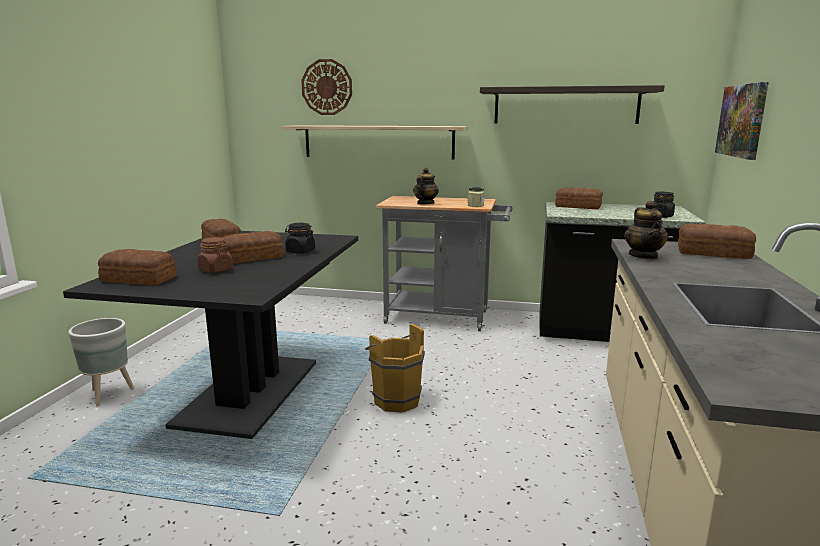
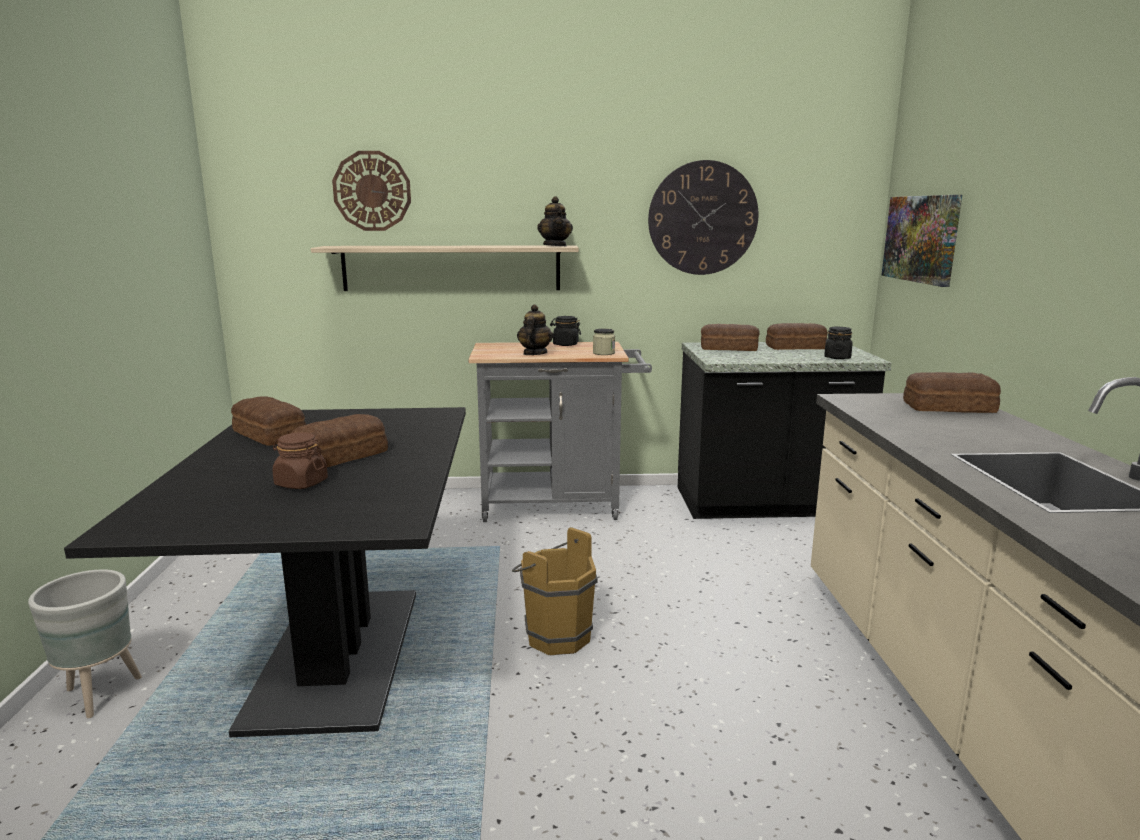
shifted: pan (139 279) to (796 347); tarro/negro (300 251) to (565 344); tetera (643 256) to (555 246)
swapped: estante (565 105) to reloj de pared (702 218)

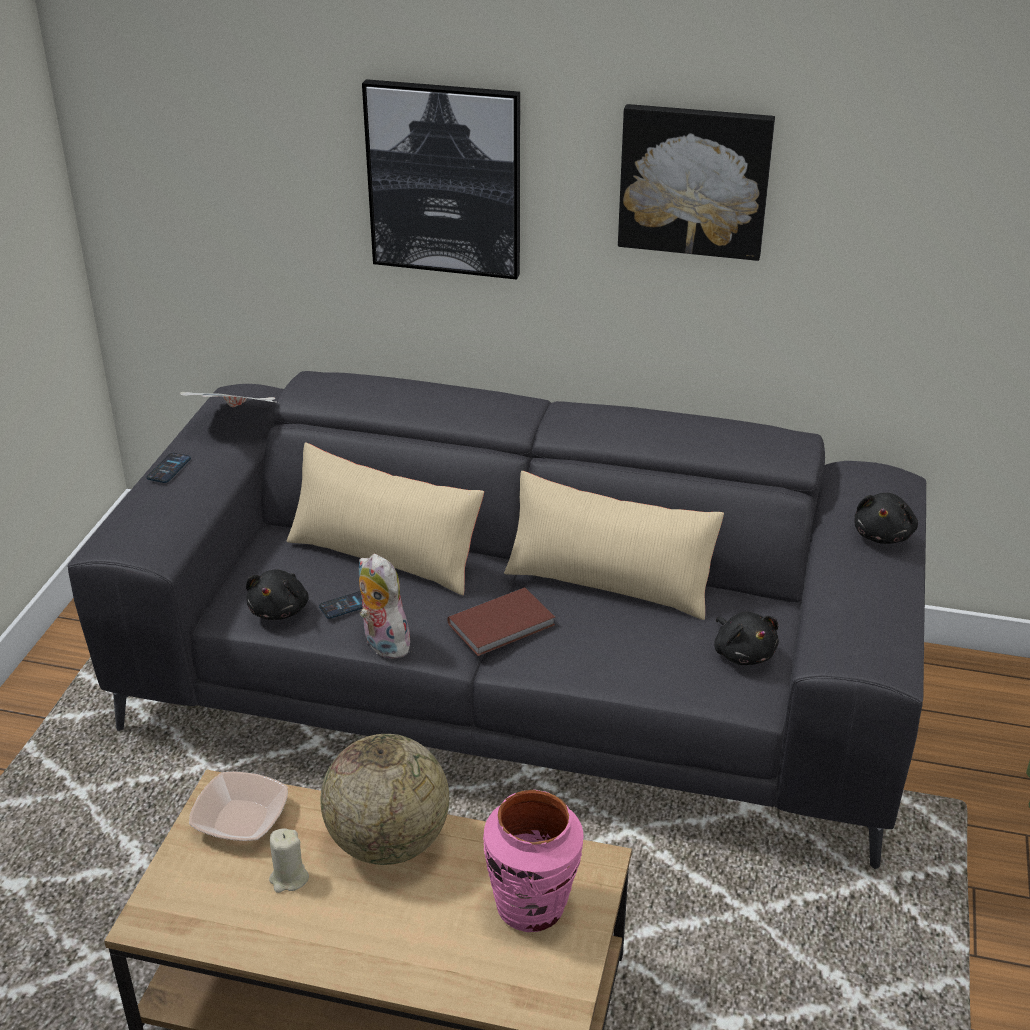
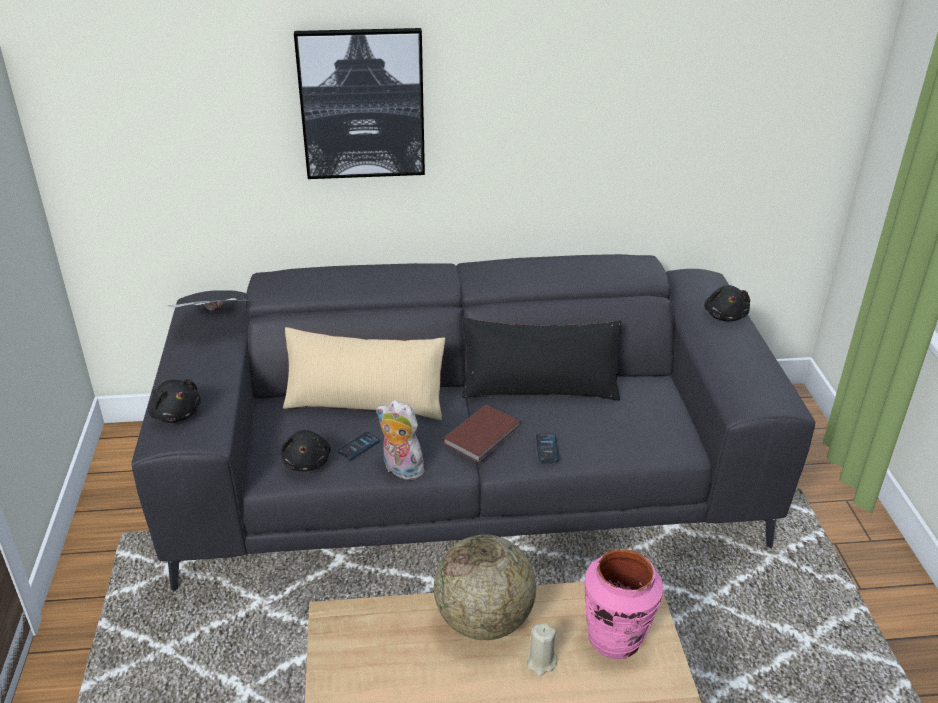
gone: cuenco (241 819); cuadro (694 180)
shifted: móvil (169 468) to (547 448); vela/beis (289 878) to (541 662); peluche/negro (743 653) to (176 413)
repainted: cojín/beis (609 582) to cojín/negro (539 388)

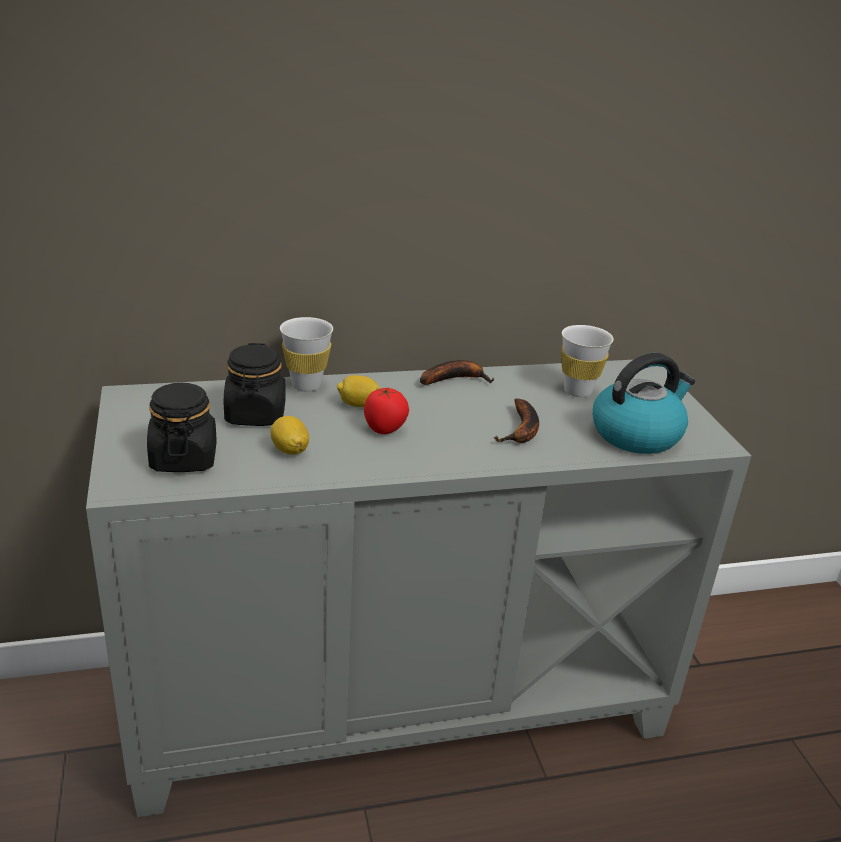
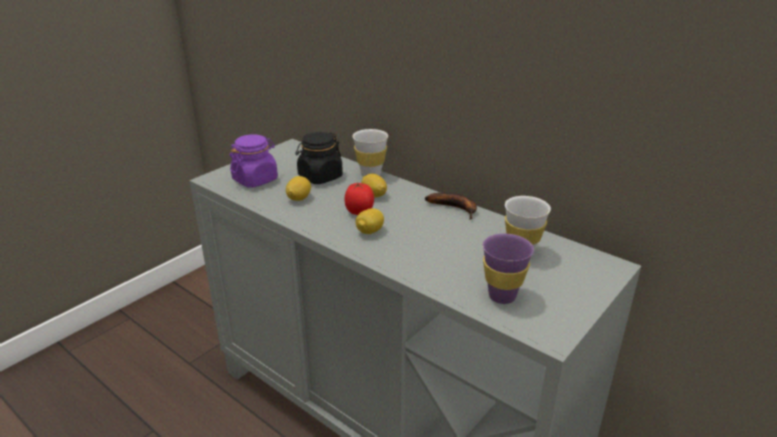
gone: plátano (522 430)
new: limón (370 231)
swapped: hervidor (637 434) to taza/morado (502 296)
repainted: tarro/negro (183 458) to tarro/morado (255 180)

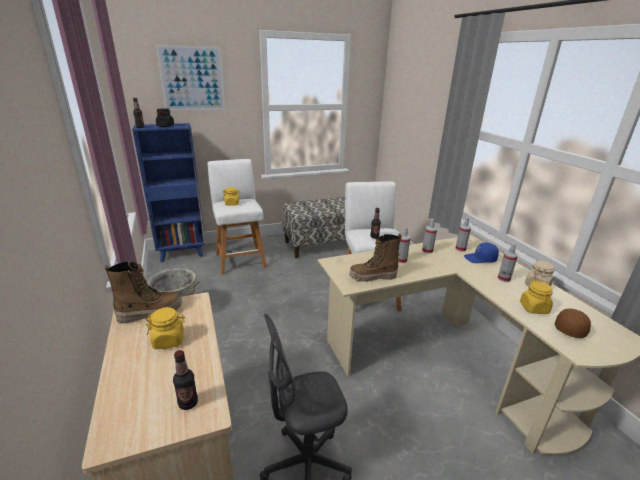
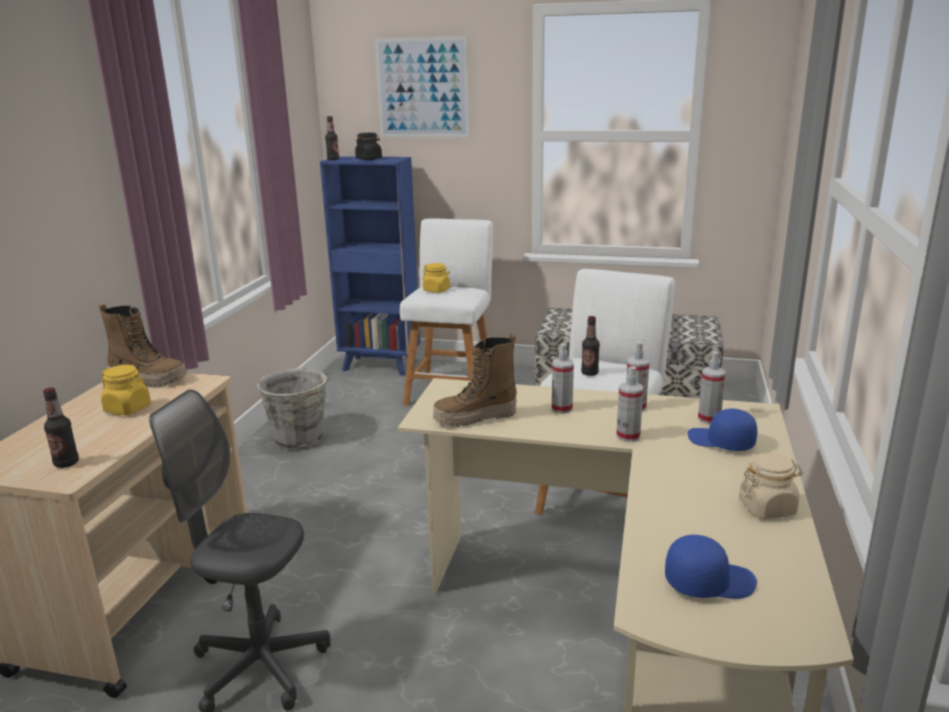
gone: tarro/amarillo (534 308)
shifted: pulverizador (503 278) to (628 436)
repainted: gorra/marrón (571 328) to gorra/azul (708 581)
rotated: bota (373 277) = (475 418) 45 degrees counterclockwise

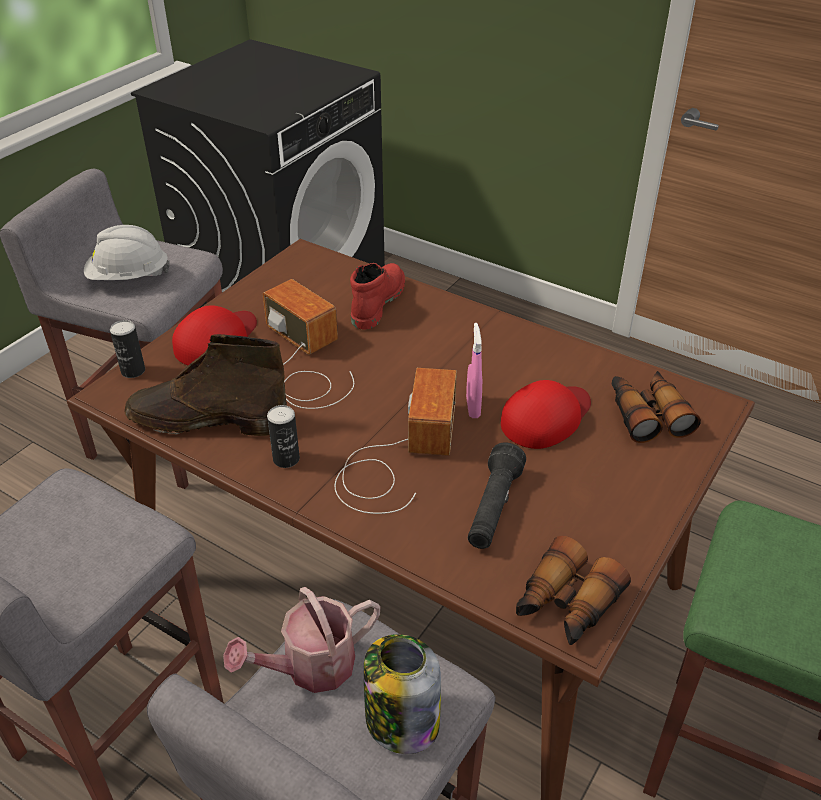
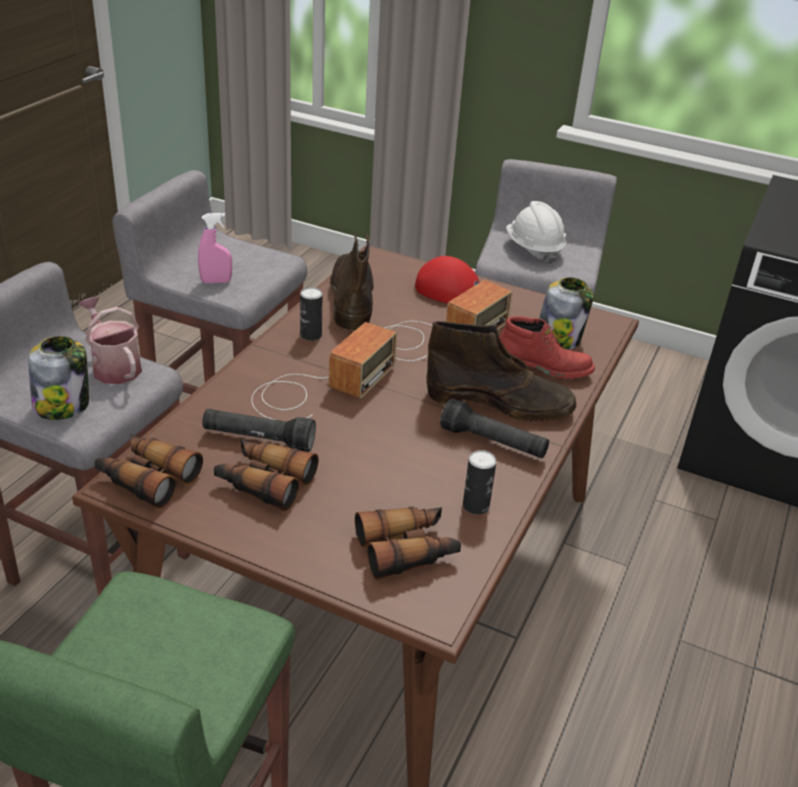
gone: gorra/rojo (546 417)
new: prismáticos (264 482); bota/marrón (500 403); linterna/negro (493 443); tarro (558 339)
shifted: lata (133 371) to (475 506); pulverizador/rosa (473 408) to (216 281)
rotated: radio (398 457) = (319 388) 60 degrees counterclockwise

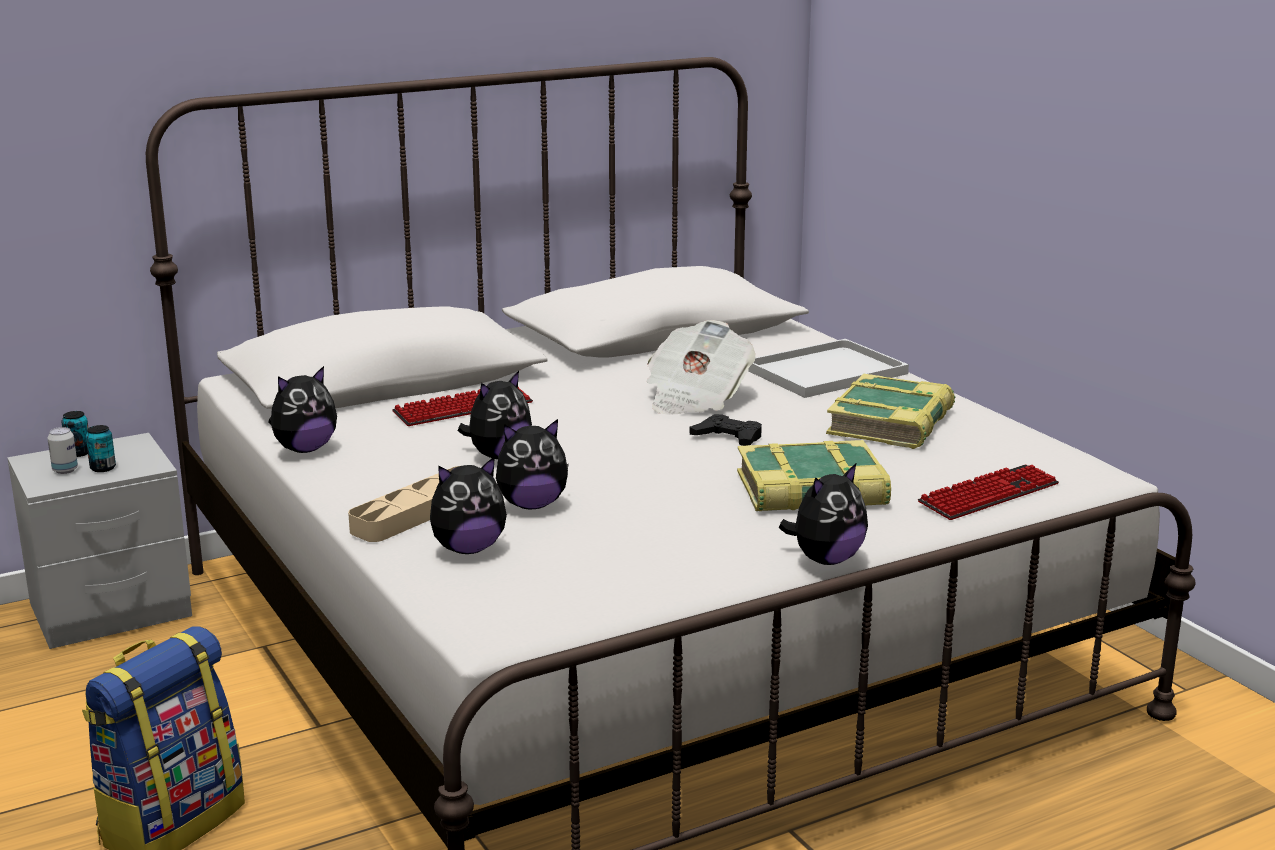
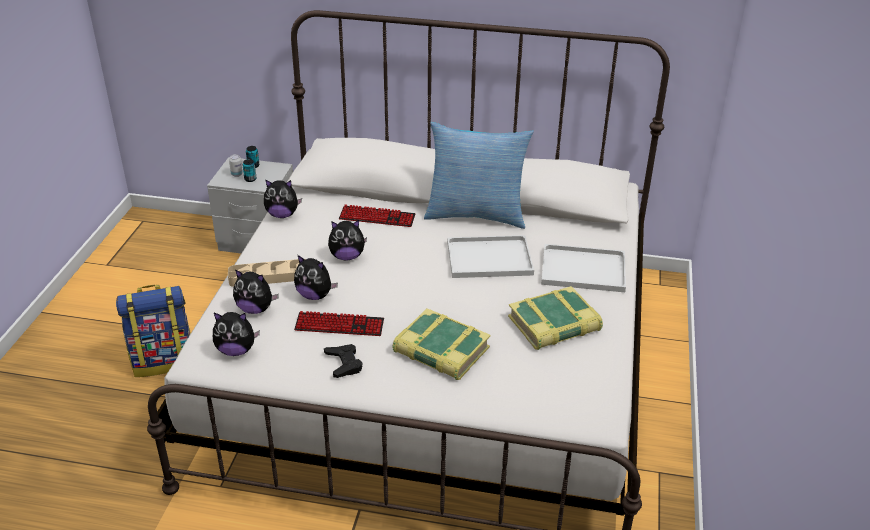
new: cojín (476 214)
shifted: mando de consola/negro (728 437) to (344 363); peluche (826 559) to (236 350); teclado (989 495) to (339 325)
swapped: periódico (695 398) to bandeja/blanco (487 259)

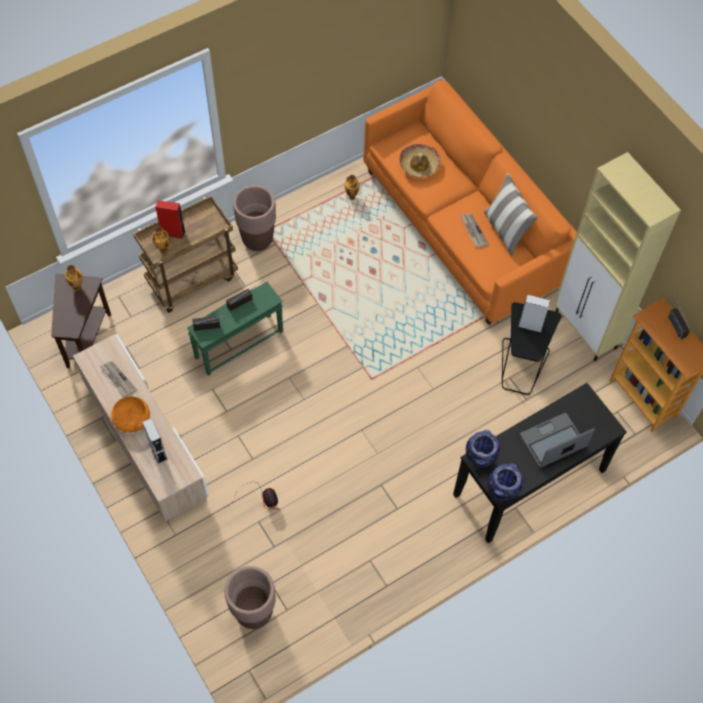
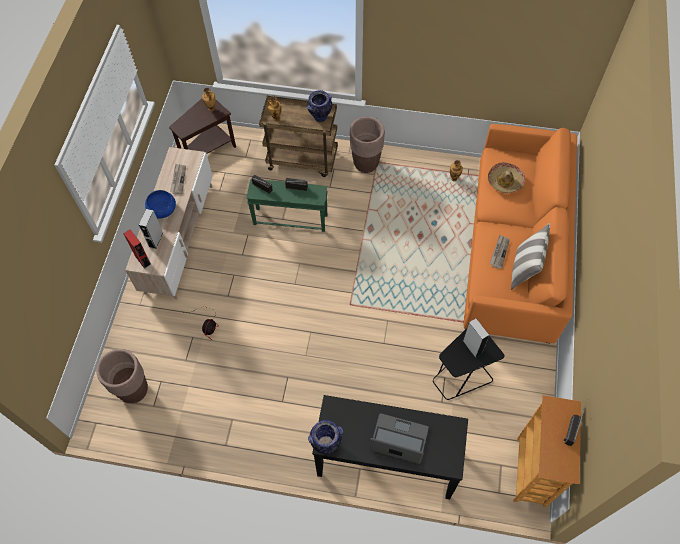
gone: armario/beis (586 331)
shifted: altavoz/rojo (173 233) to (142 259); florero (480 460) to (320 117)
repainted: cuenco/naranja (132 418) to cuenco/azul (162 209)

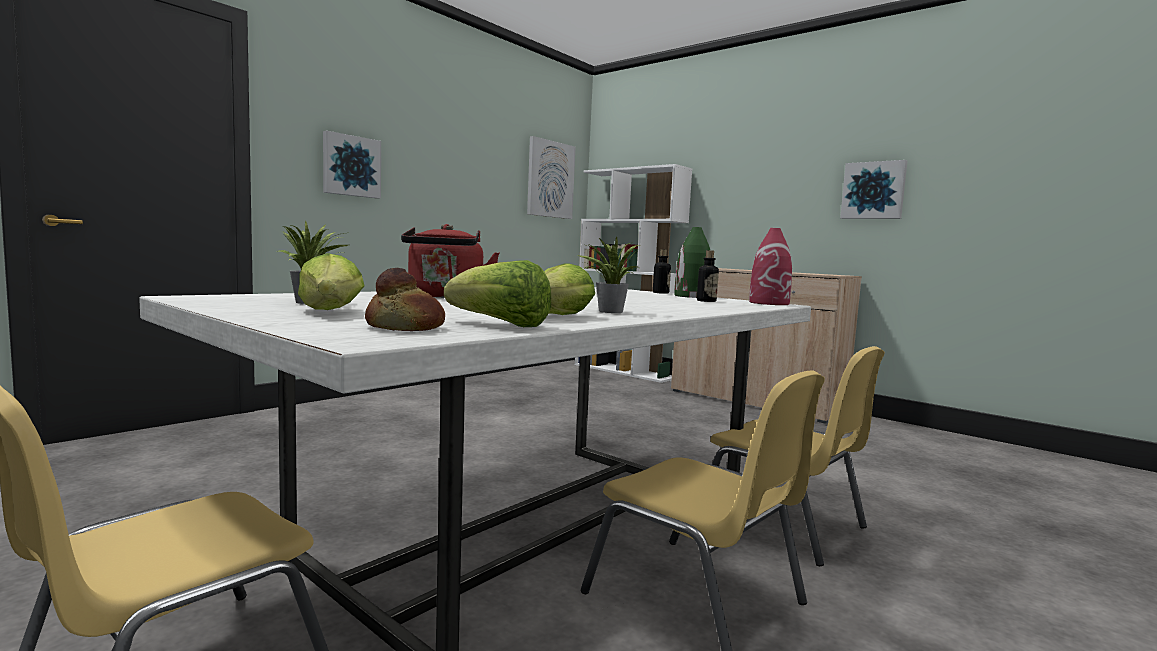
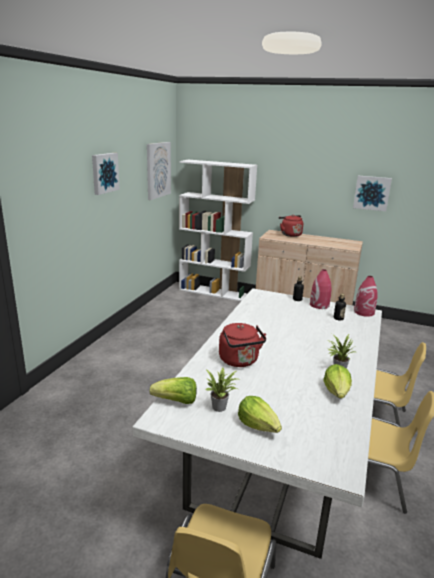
gone: pan (406 327)
new: hervidor/rojo (290 234)
shifted: cuadro (351 166) to (104 173); lechuga (500 325) to (176 401)
repainted: florero/verde (692 296) to florero/rojo (319 305)

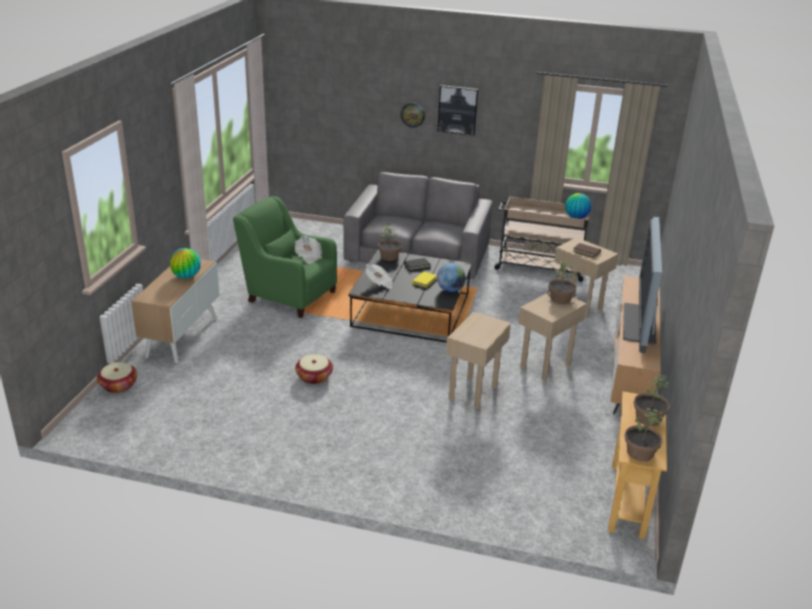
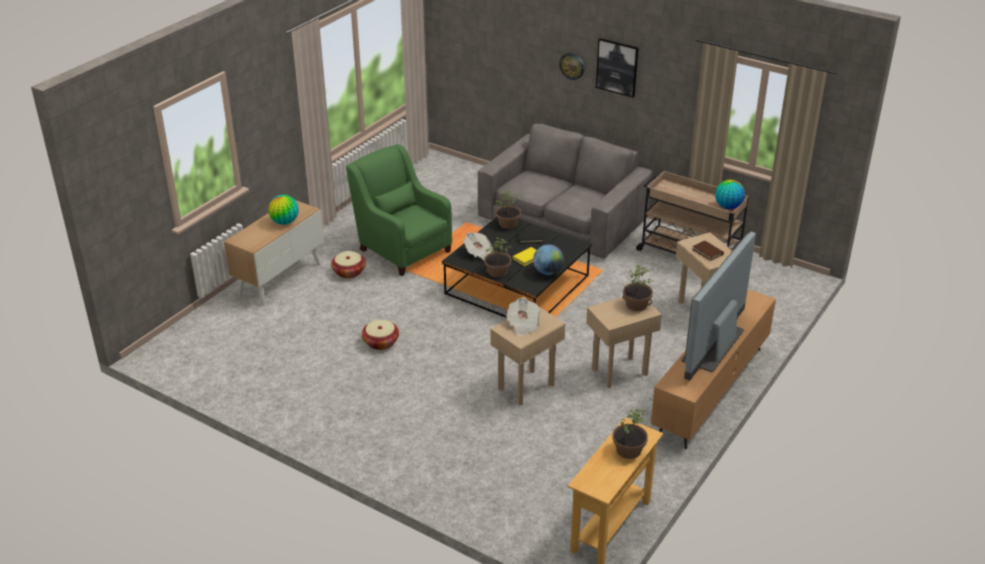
shifted: cesta (118 385) to (349 272); periódico (308 257) to (523 325); planta en maceta (639 452) to (497 272)

